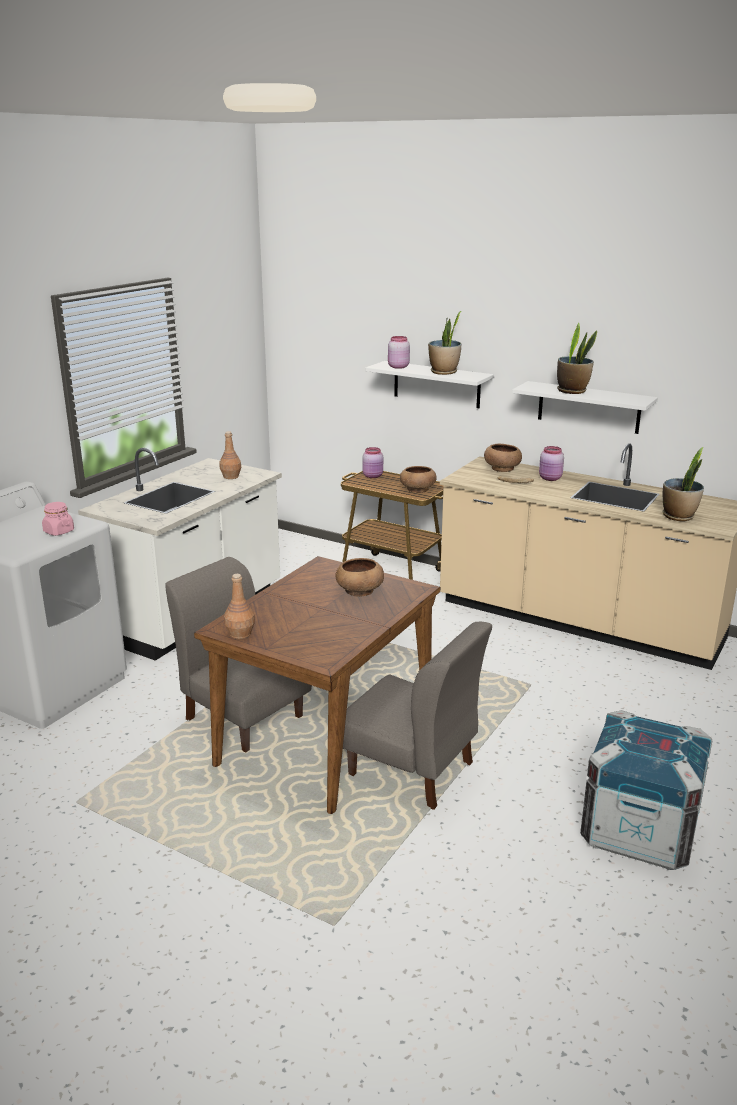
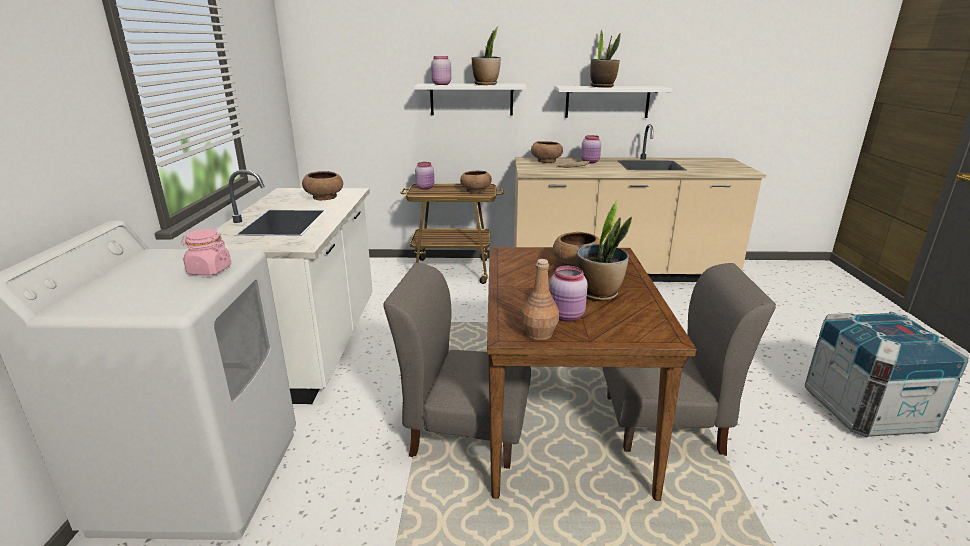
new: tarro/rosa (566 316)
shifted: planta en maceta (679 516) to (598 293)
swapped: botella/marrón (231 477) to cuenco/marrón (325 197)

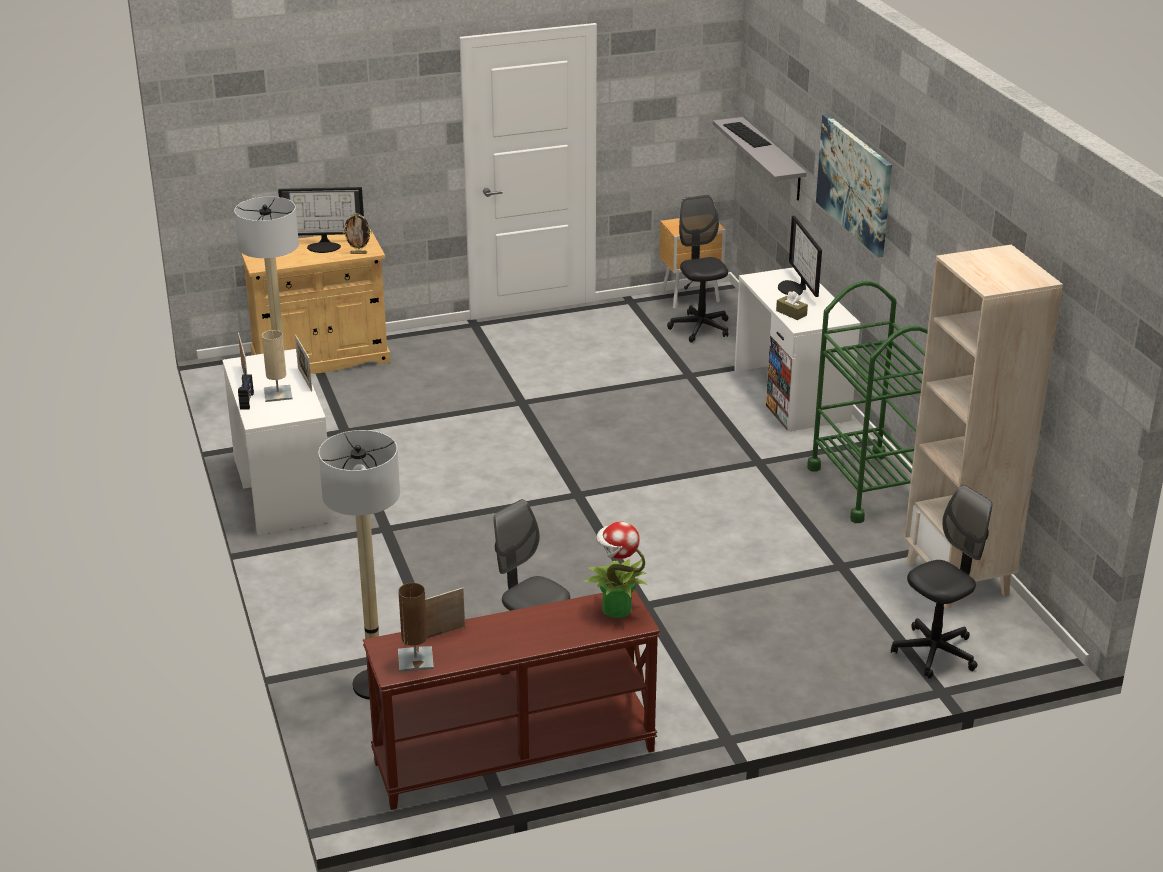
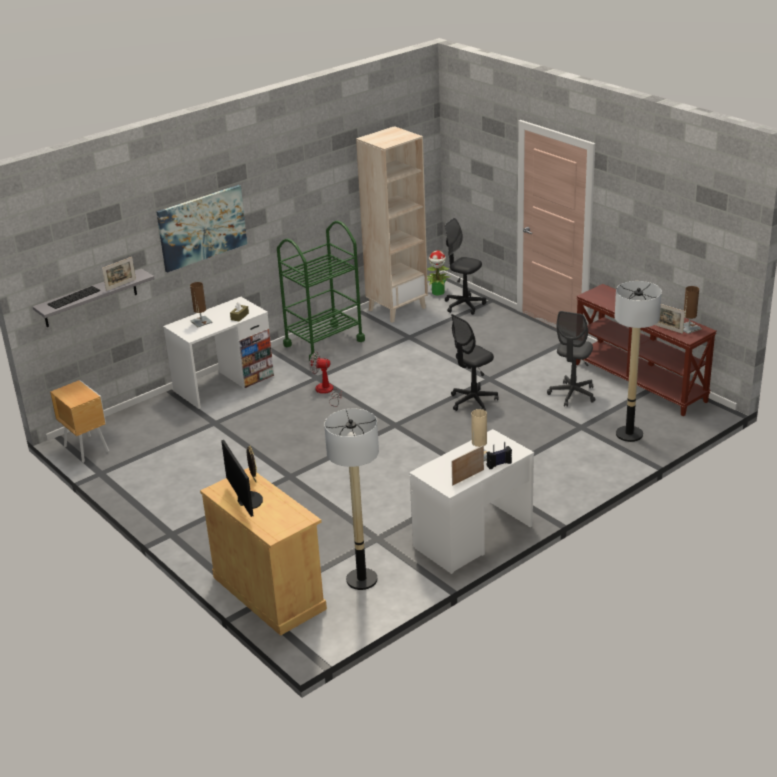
new: ventilador (327 392)
shifted: portarretratos (305 379) to (121 285); planta en maceta (615 609) to (438 292); silla de oficina/negro (700 328) to (473 401)
swapped: monitor (794 288) to lámpara de mesa/marrón (201 322)

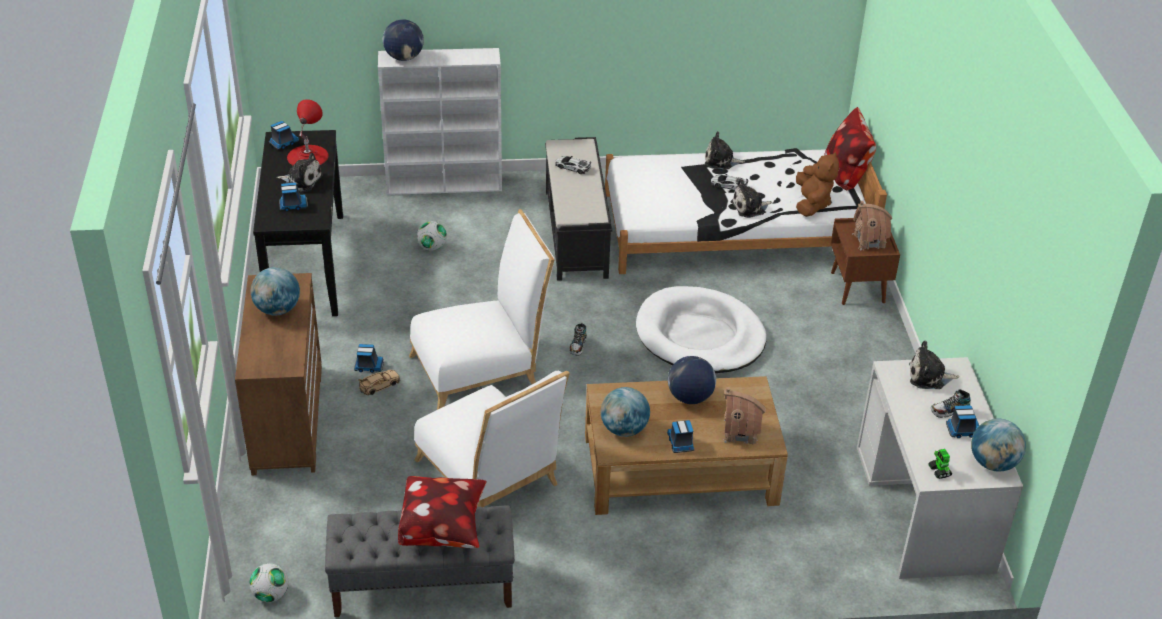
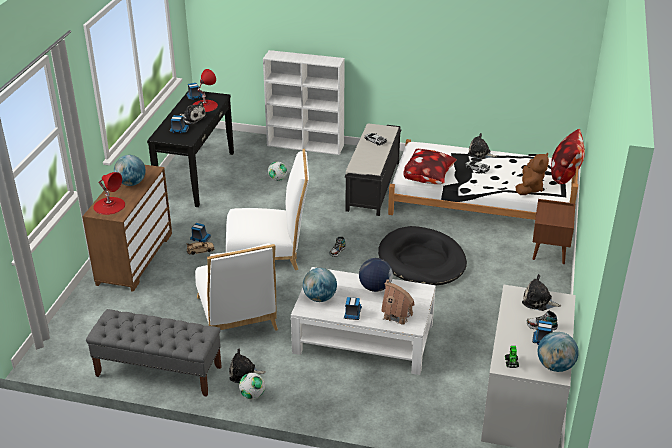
gone: globo terráqueo (404 57); casita (869 241)
new: lámpara de mesa/rojo (109 205)
shifted: balón de fútbol (271 595) to (252 395); cojín (443 529) to (429 178); peluche (750 207) to (244 373)
repainted: mesa de centro/marrón (679 469) to mesa de centro/blanco (363 338); cama para perro/blanco (700 336) to cama para perro/negro (422 260)

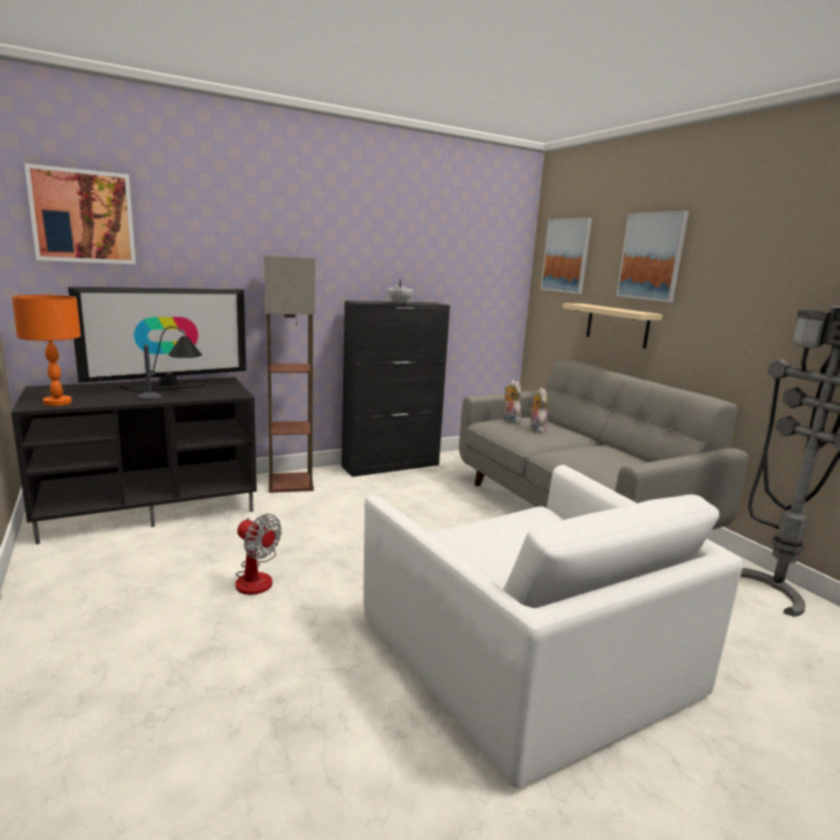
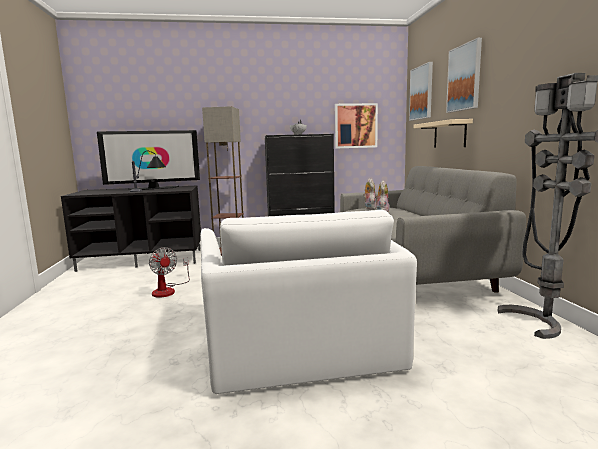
gone: lámpara de mesa/naranja (57 402)
shifted: cuadro (83 216) to (355 126)

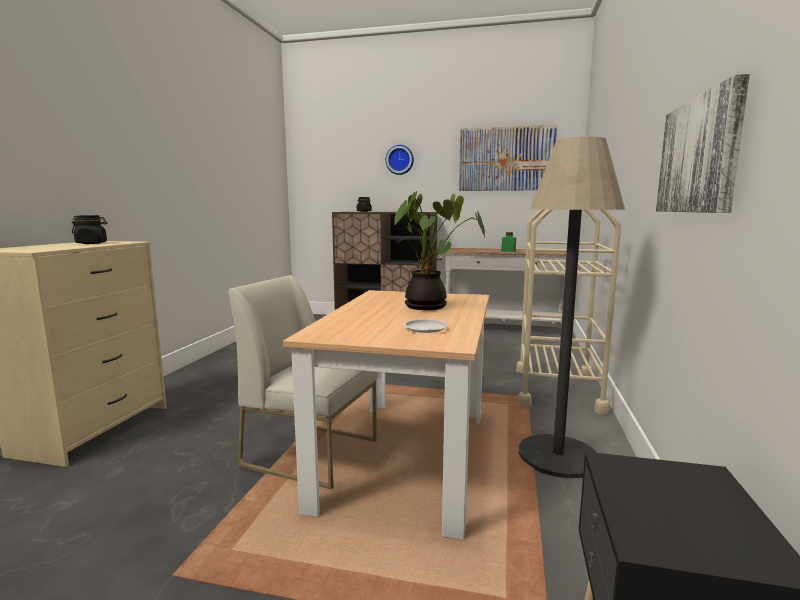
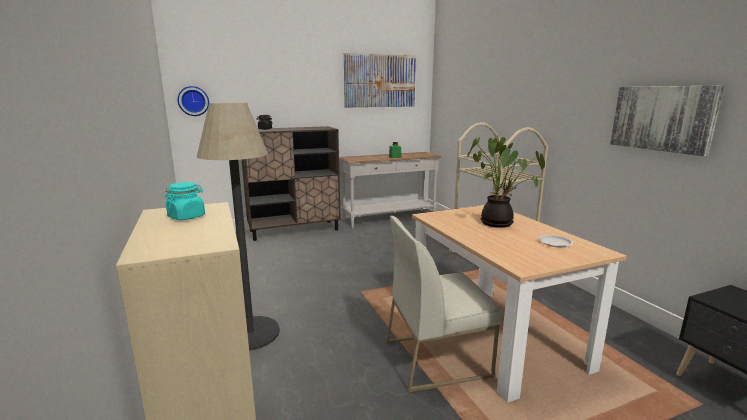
shifted: reloj de pared (400 160) to (193 101); lámpara de pie (558 456) to (250 333)
repainted: tarro/negro (91 243) to tarro/turquesa (187 217)

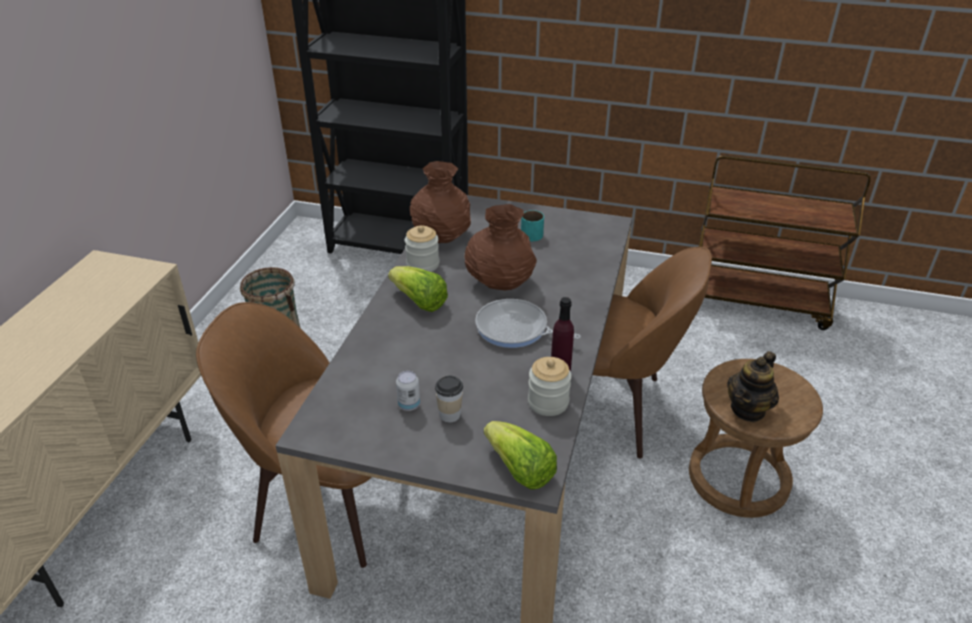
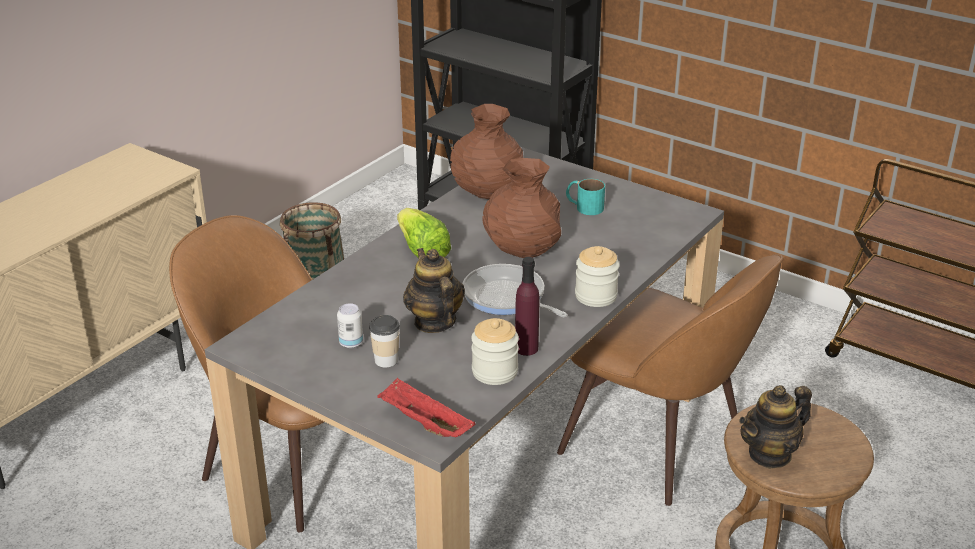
new: tetera (434 322)
shifted: tarro (423 264) to (595 296)
swapped: lechuga (519 470) to bandeja/rojo (424 424)

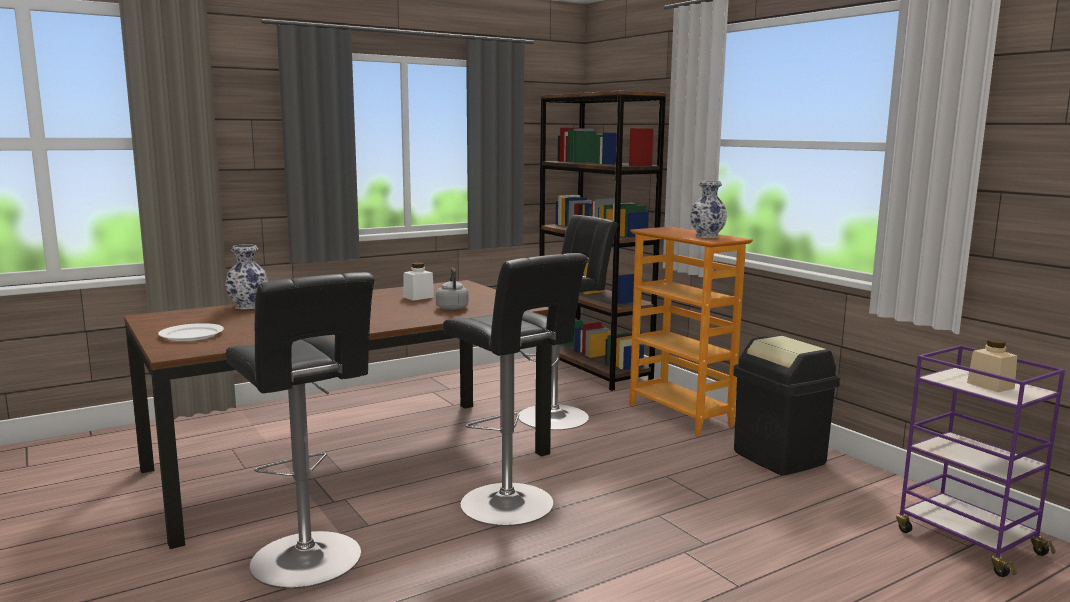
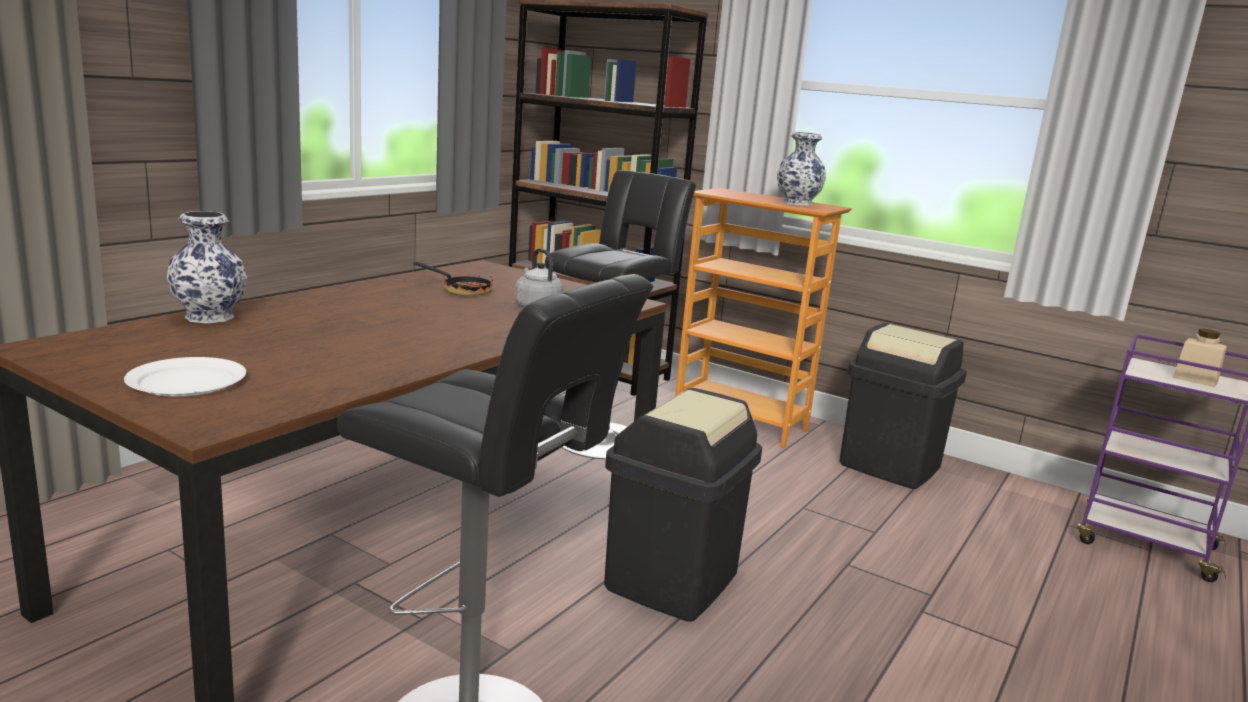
swapped: tarro/blanco (418 297) to sartén (460 290); taburete/negro (511 506) to papelera/negro (672 582)

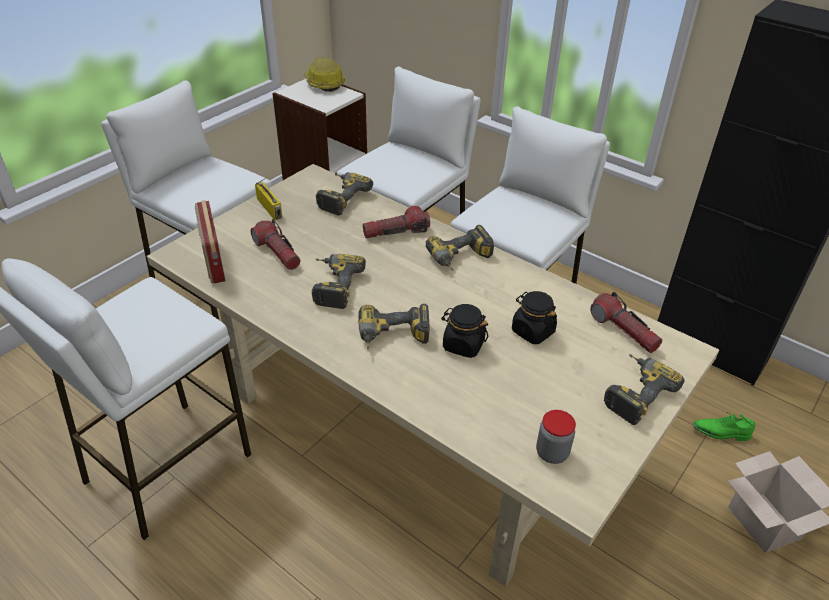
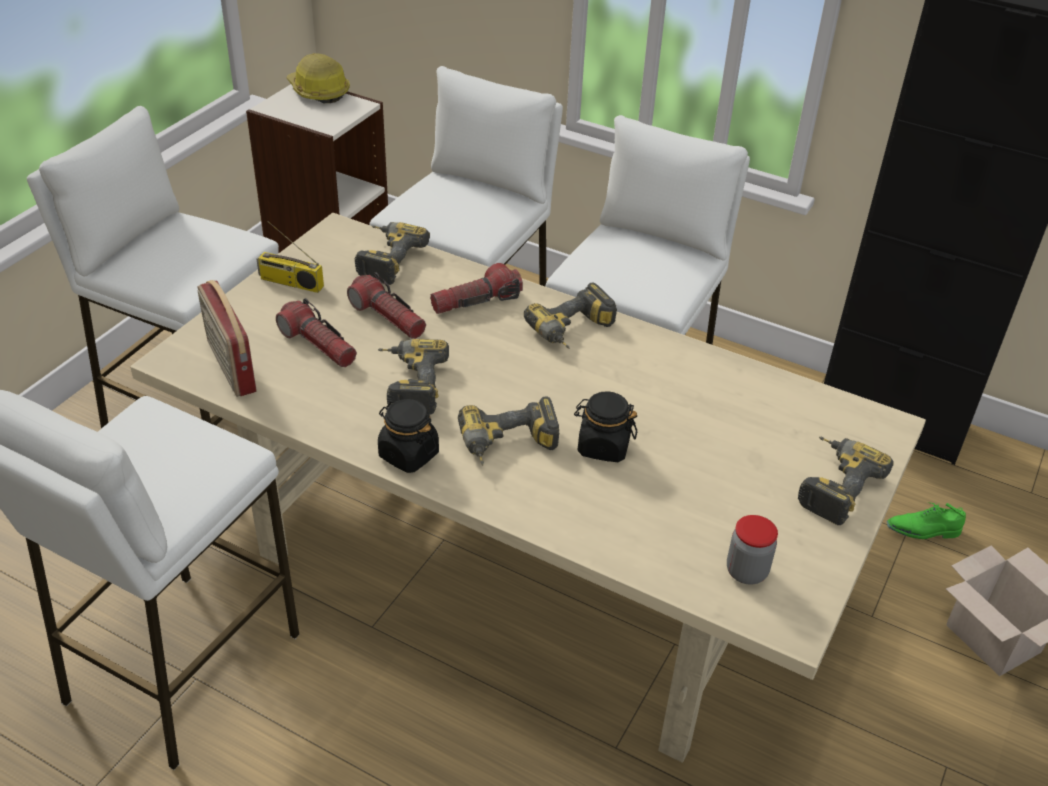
shifted: tarro/negro (532 331) to (408 454); linterna (623 330) to (388 317)
rotated: radio (270 208) = (290 283) 150 degrees clockwise

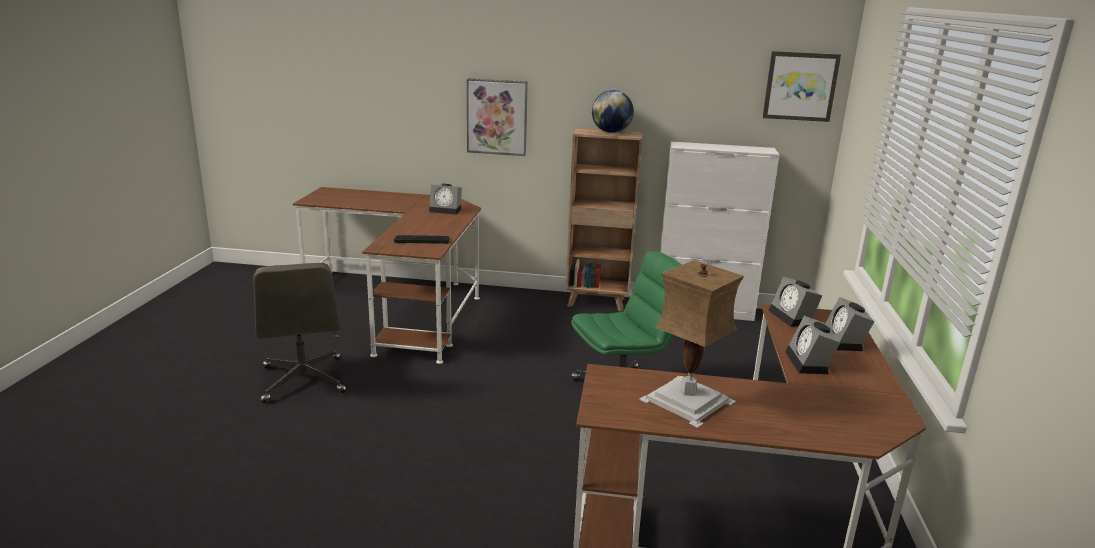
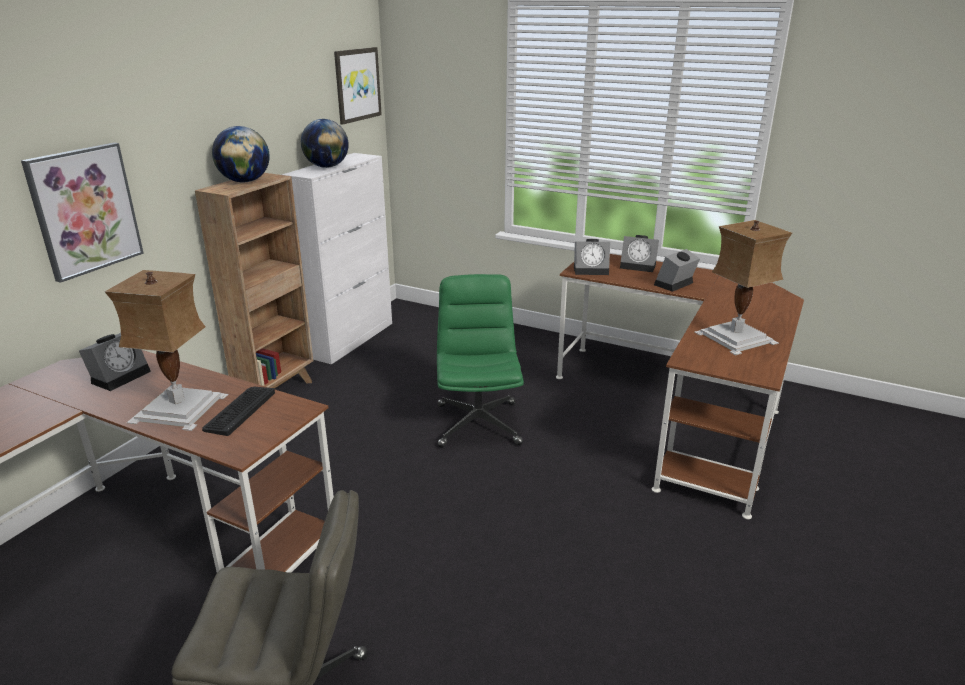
new: lámpara de mesa (181 407); globo terráqueo (326 167)
rotated: despertador (809 363) = (674 285) 120 degrees clockwise

